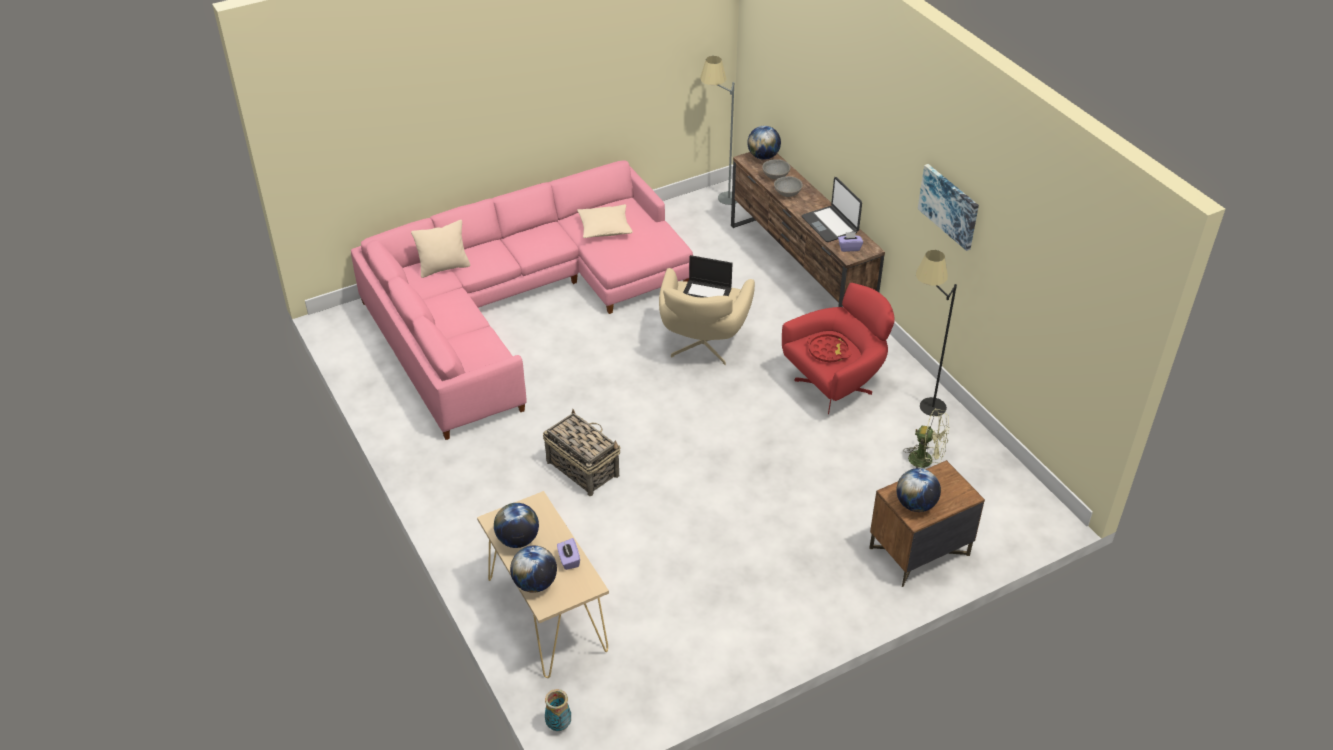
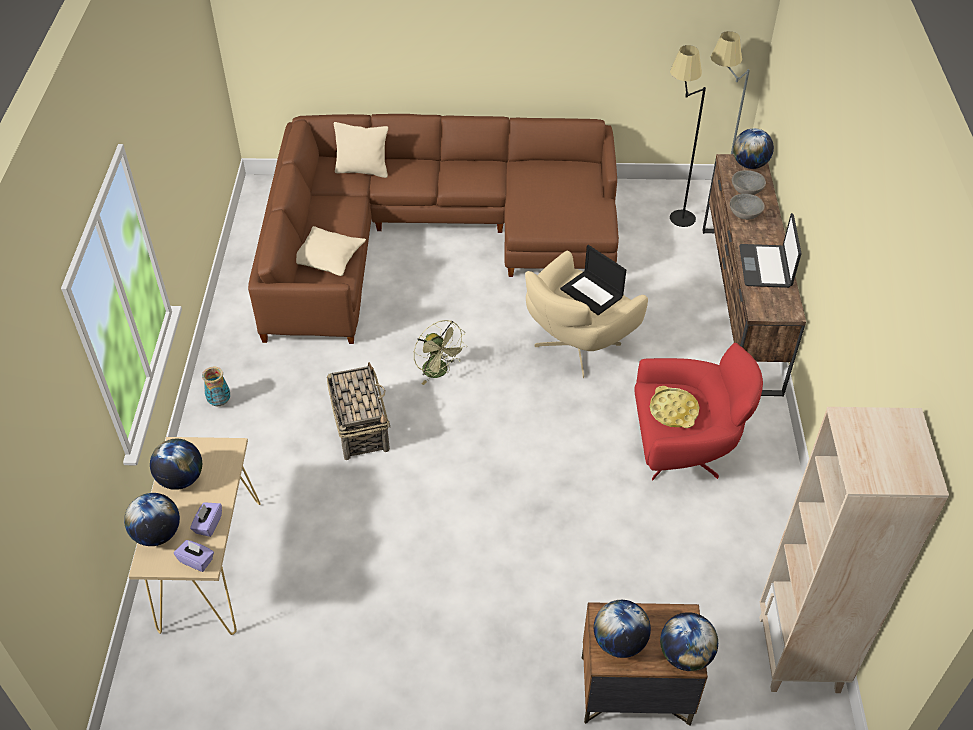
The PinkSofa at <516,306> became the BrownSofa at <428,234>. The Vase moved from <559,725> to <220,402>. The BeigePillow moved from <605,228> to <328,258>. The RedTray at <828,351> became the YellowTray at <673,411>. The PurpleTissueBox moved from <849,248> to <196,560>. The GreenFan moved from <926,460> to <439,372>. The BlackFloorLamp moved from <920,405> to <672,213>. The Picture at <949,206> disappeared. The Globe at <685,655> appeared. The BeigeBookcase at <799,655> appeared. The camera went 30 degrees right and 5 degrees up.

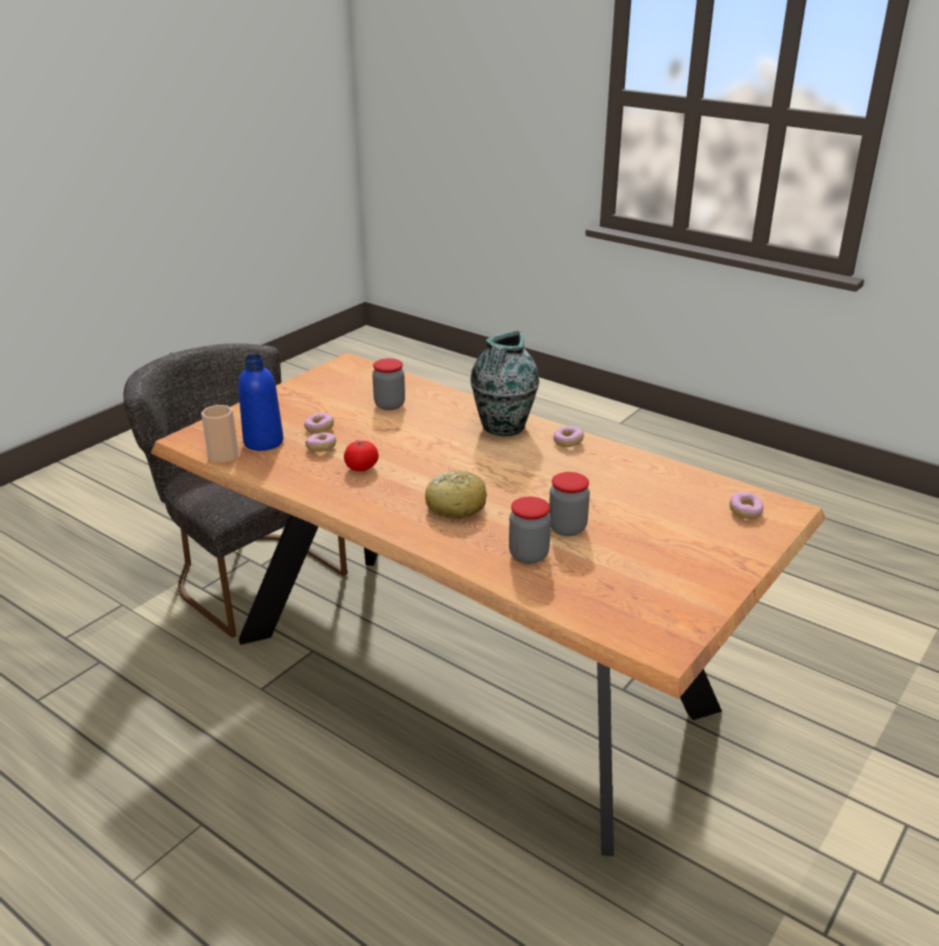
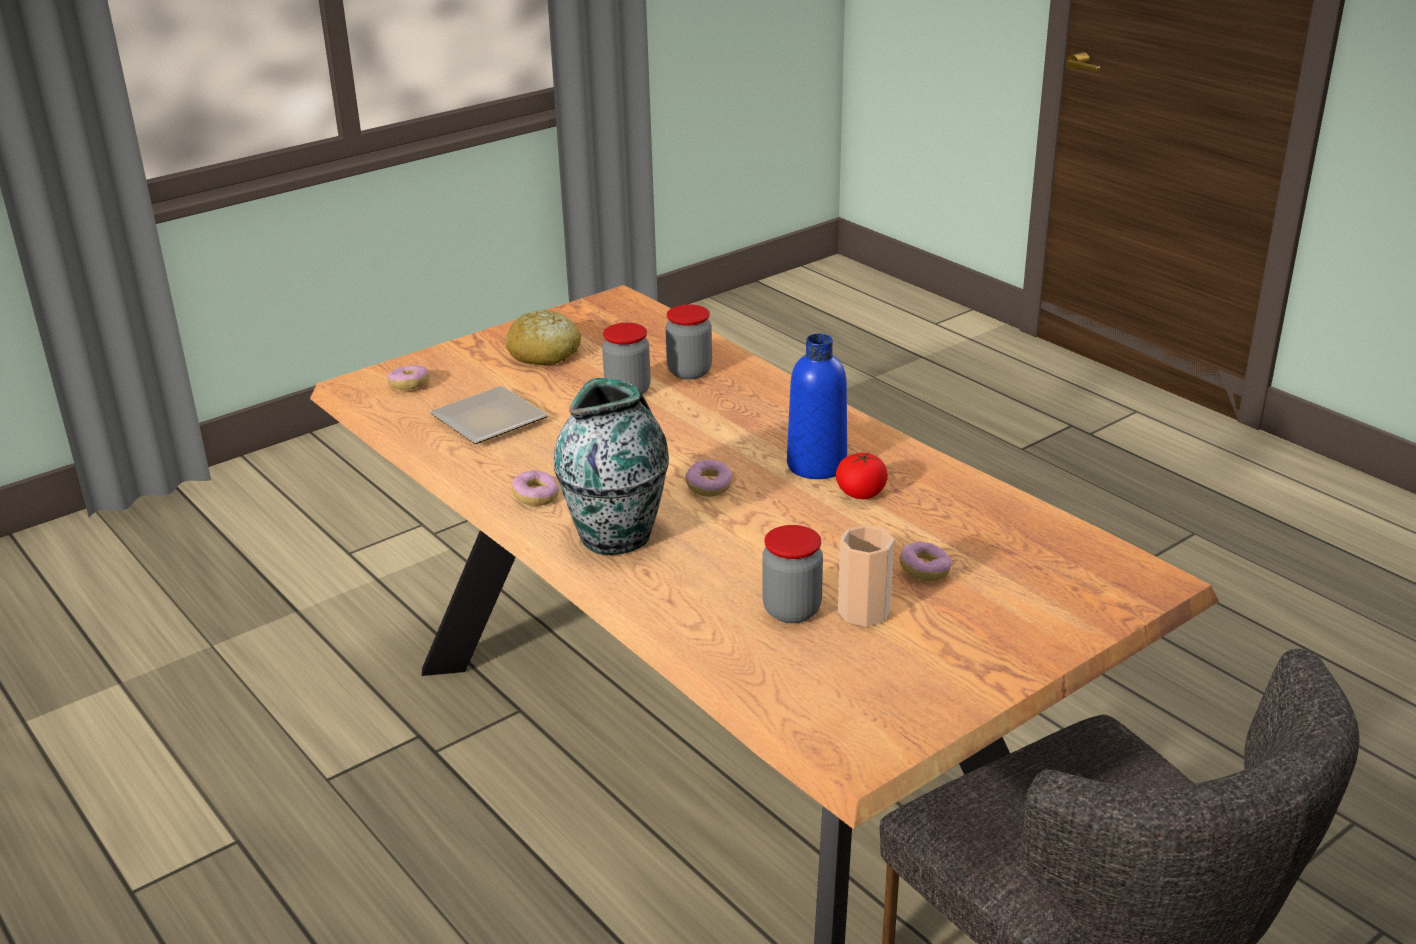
The Cup moved from <223,455> to <864,611>. The BlueBottle moved from <263,442> to <816,465>. The Donut moved from <321,448> to <709,487>. The Bread moved from <456,505> to <544,353>. The Plate at <485,420> appeared. The camera went 165 degrees left and 0 degrees up.

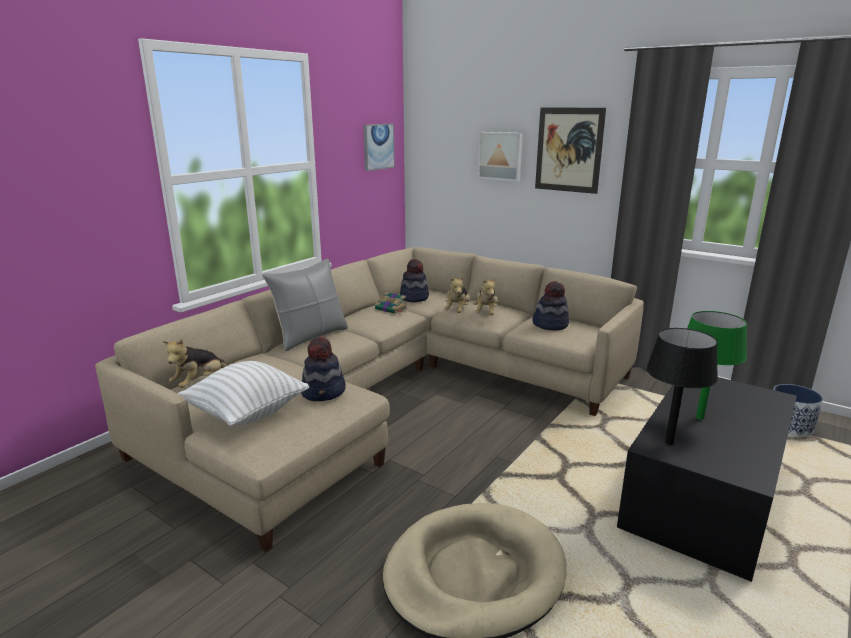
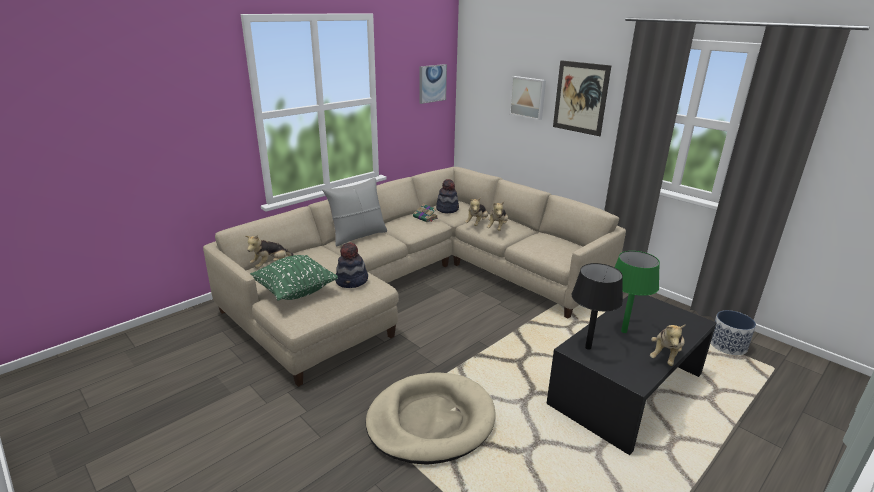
The WhitePillow at <247,413> became the GreenPillow at <295,291>. The Hat at <550,324> disappeared. The PlushToy at <665,356> appeared. The camera went 10 degrees right and 5 degrees up.

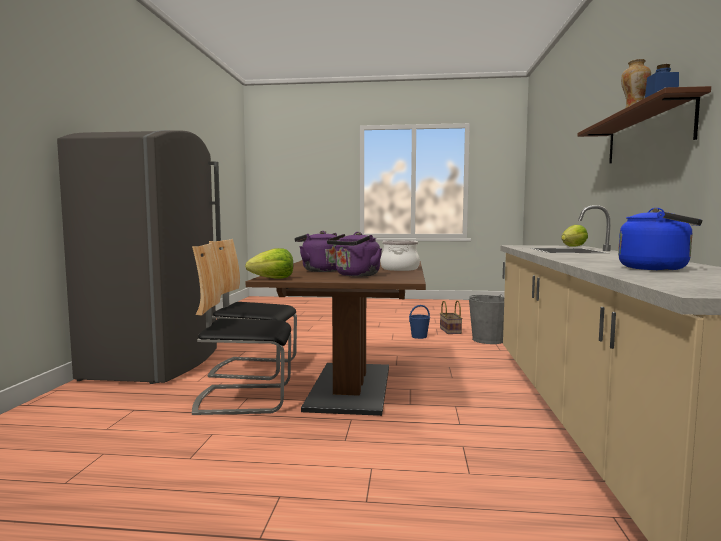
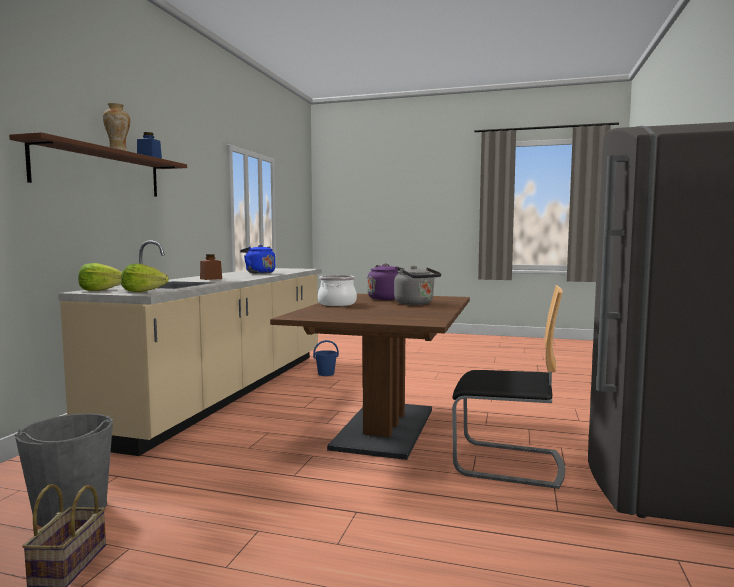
The Chair at <244,398> disappeared. The Lettuce moved from <273,278> to <143,291>. The PurpleKettle at <320,270> became the GreyKettle at <416,304>. The BlueBucket moved from <419,336> to <325,374>. The BrownJar at <211,279> appeared. The camera went 170 degrees left and 0 degrees up.

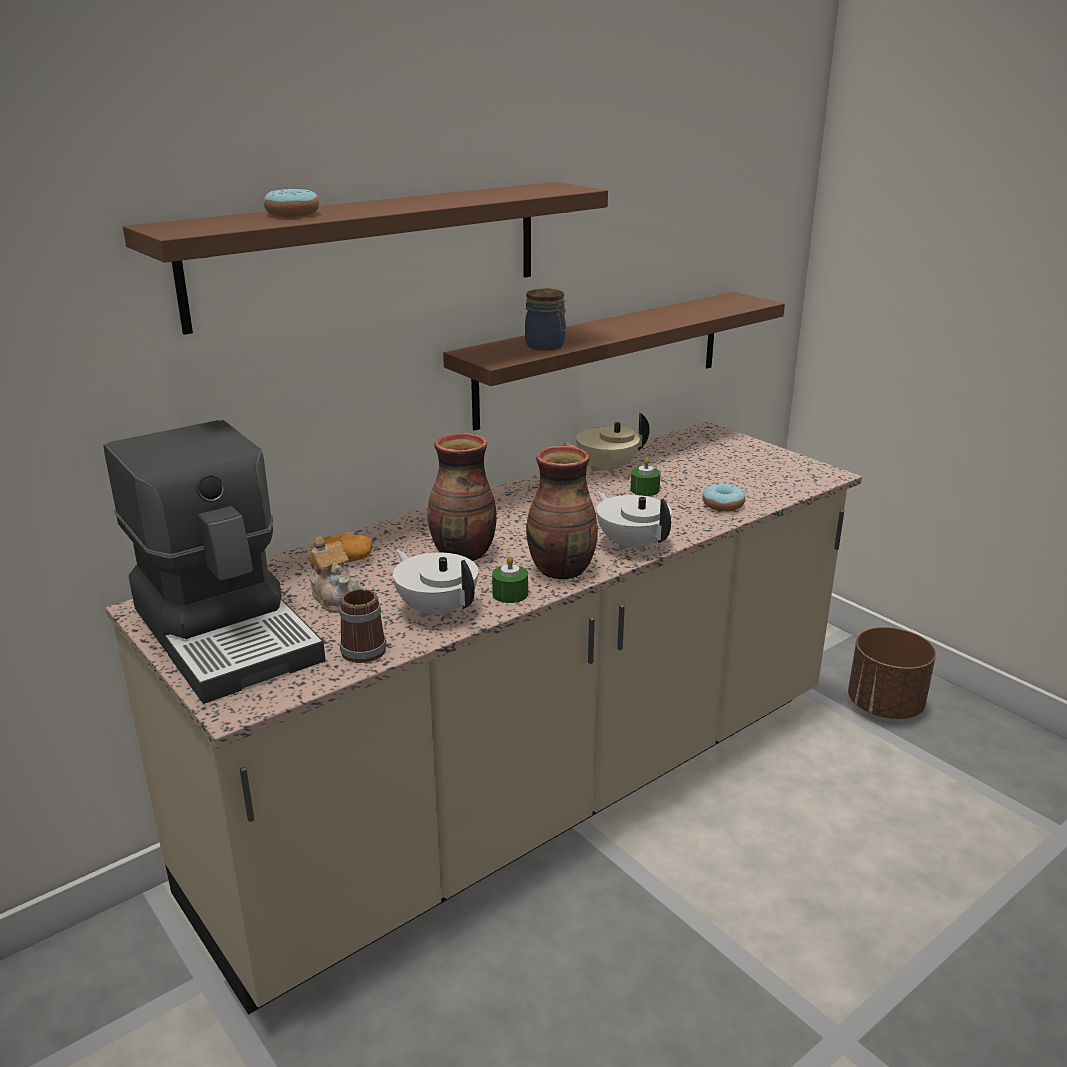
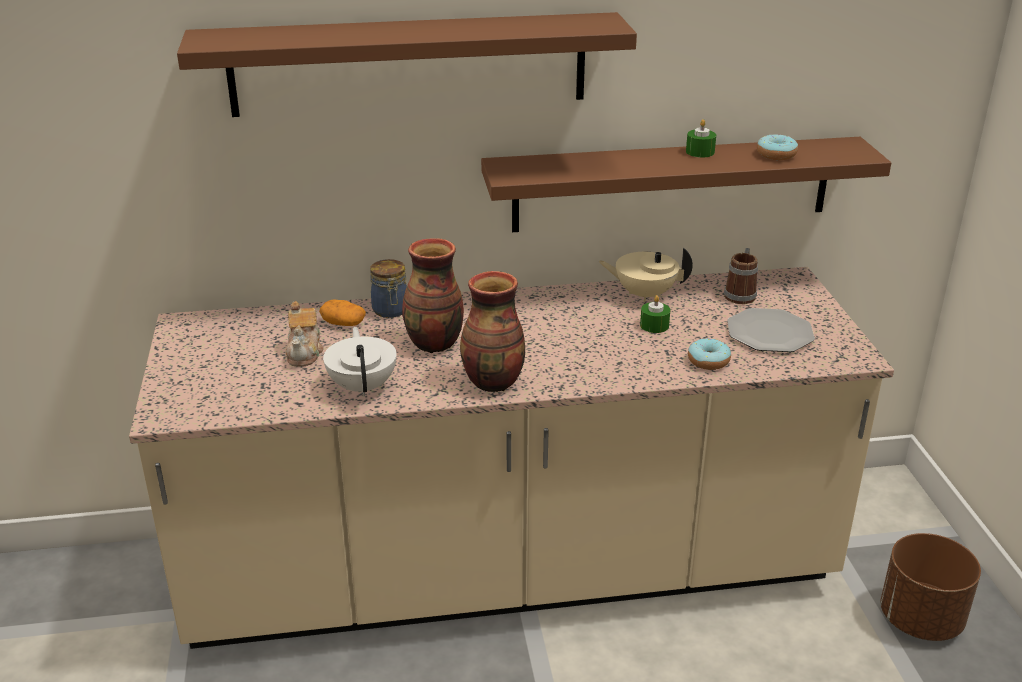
The CoffeeMachine at <228,632> disappeared. The Donut moved from <292,214> to <776,155>. The Mug moved from <363,646> to <740,293>. The GreenCandle moved from <510,594> to <700,152>. The Jar moved from <546,346> to <390,311>. The WhiteTeapot at <632,544> disappeared. The Plate at <769,333> appeared. The camera went 30 degrees right and 5 degrees up.

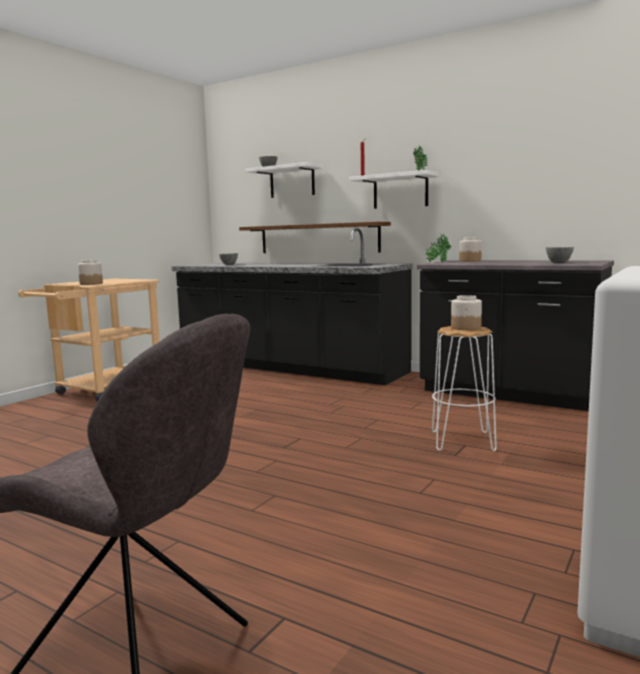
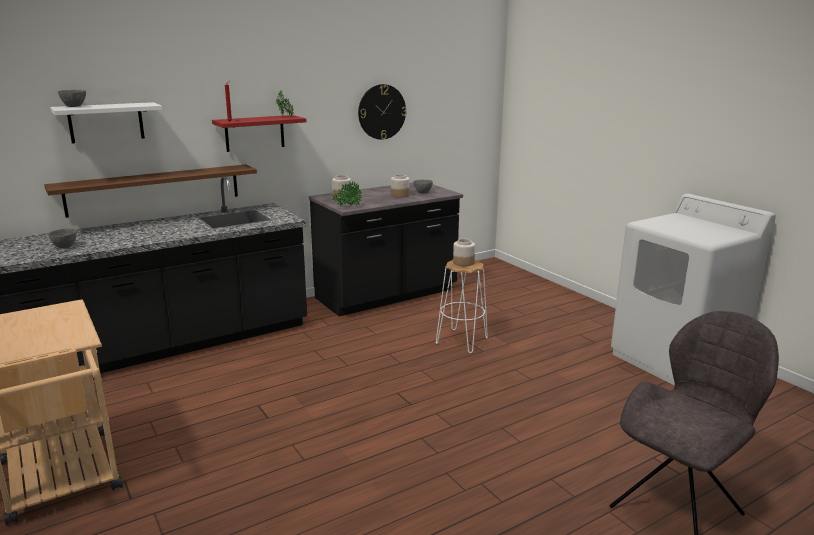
The Jar moved from <91,284> to <399,195>. The WhiteShelf at <400,191> became the RedShelf at <254,133>. The WallClock at <381,112> appeared. The camera went 65 degrees left and 10 degrees up.

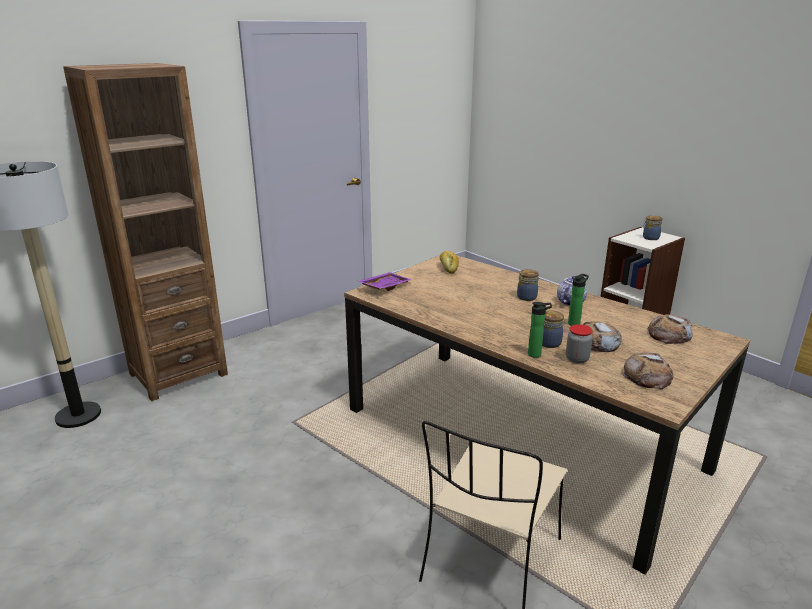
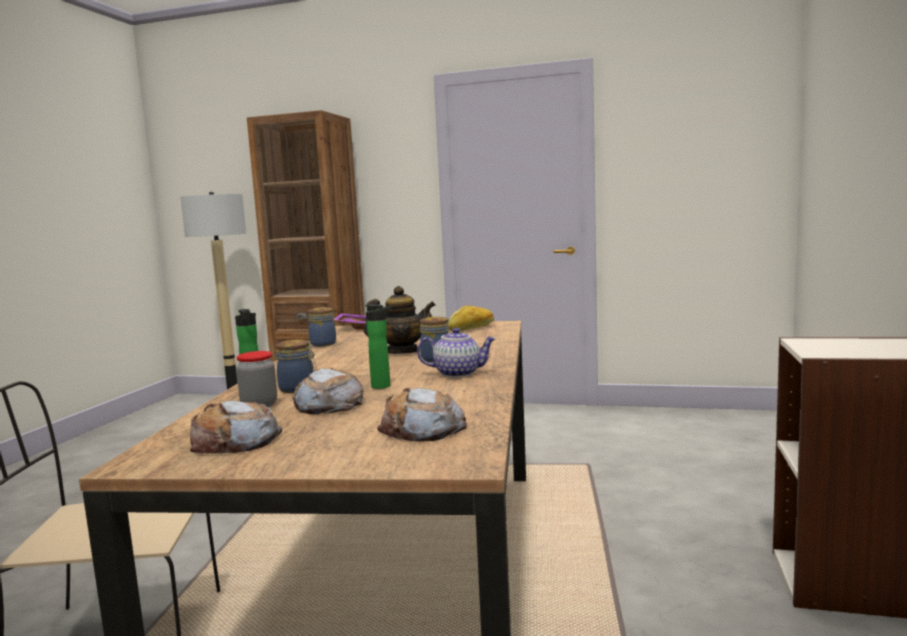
The Jar moved from <650,238> to <324,344>. The Teapot at <402,352> appeared. The camera went 55 degrees right and 15 degrees down.

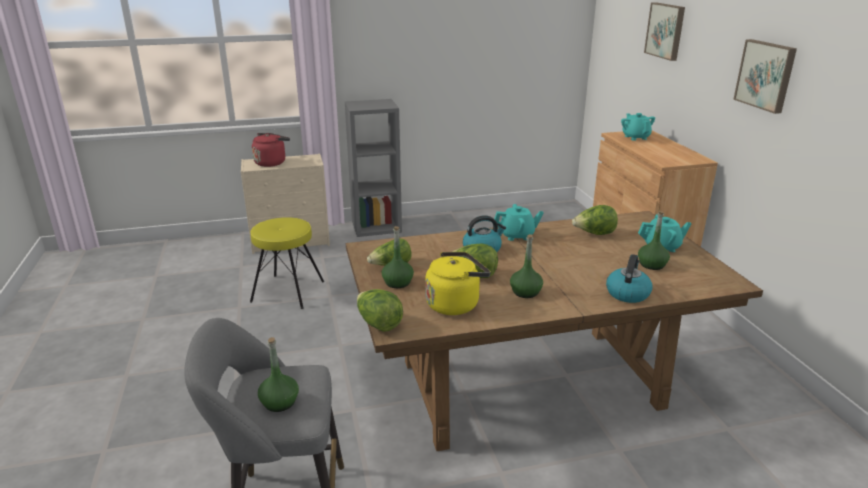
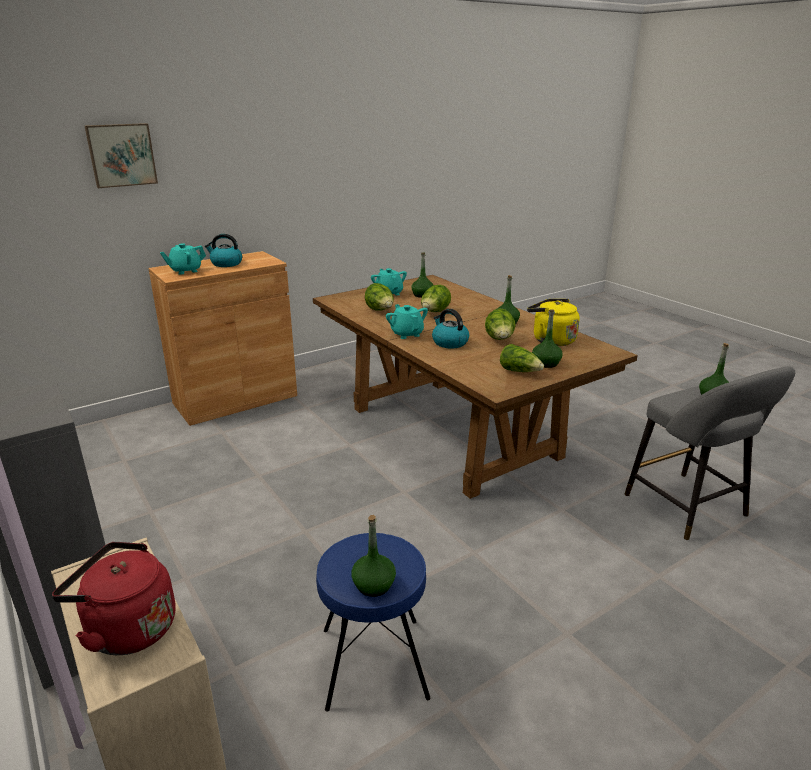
The YellowStool at <287,291> became the BlueStool at <374,662>. The Lettuce moved from <378,324> to <434,312>. The Kettle moved from <627,293> to <226,264>. The Picture at <766,75> disappeared. The GreenBottle at <373,585> appeared. The camera went 110 degrees left and 0 degrees up.

